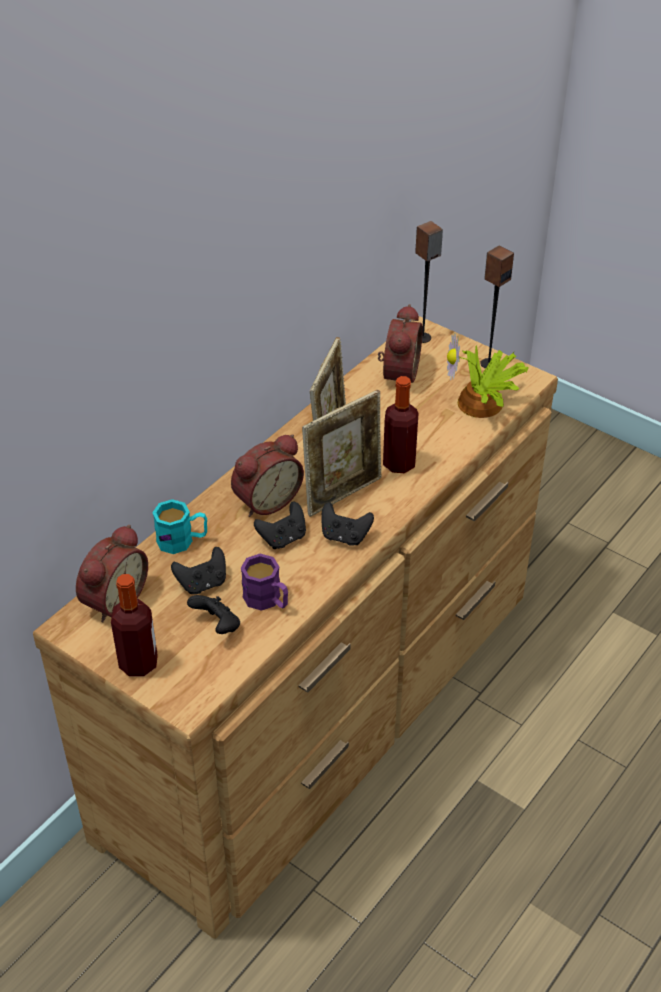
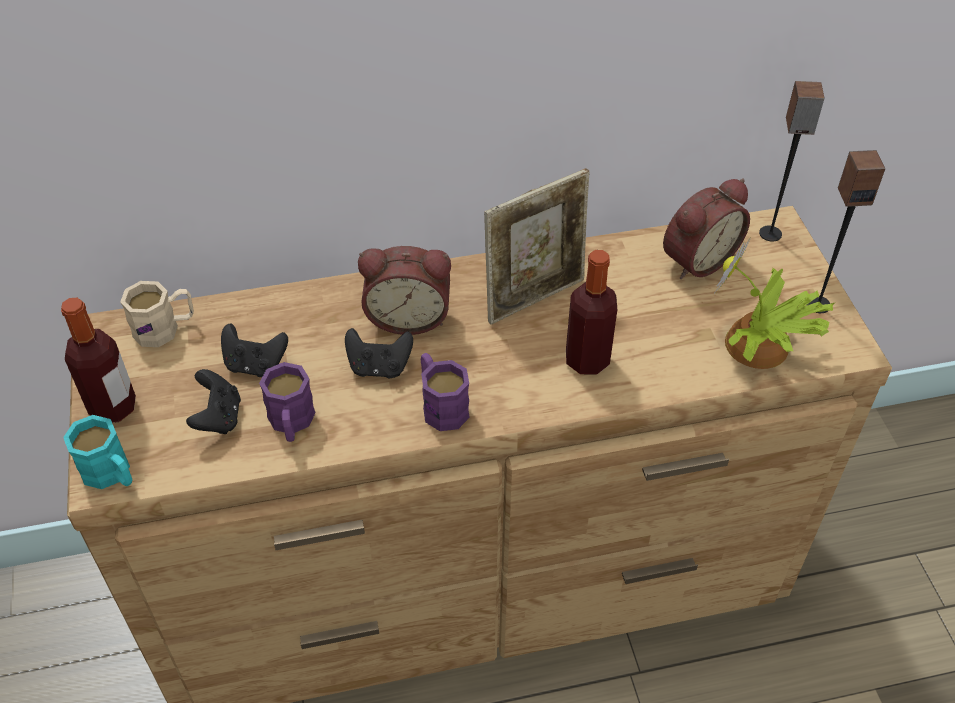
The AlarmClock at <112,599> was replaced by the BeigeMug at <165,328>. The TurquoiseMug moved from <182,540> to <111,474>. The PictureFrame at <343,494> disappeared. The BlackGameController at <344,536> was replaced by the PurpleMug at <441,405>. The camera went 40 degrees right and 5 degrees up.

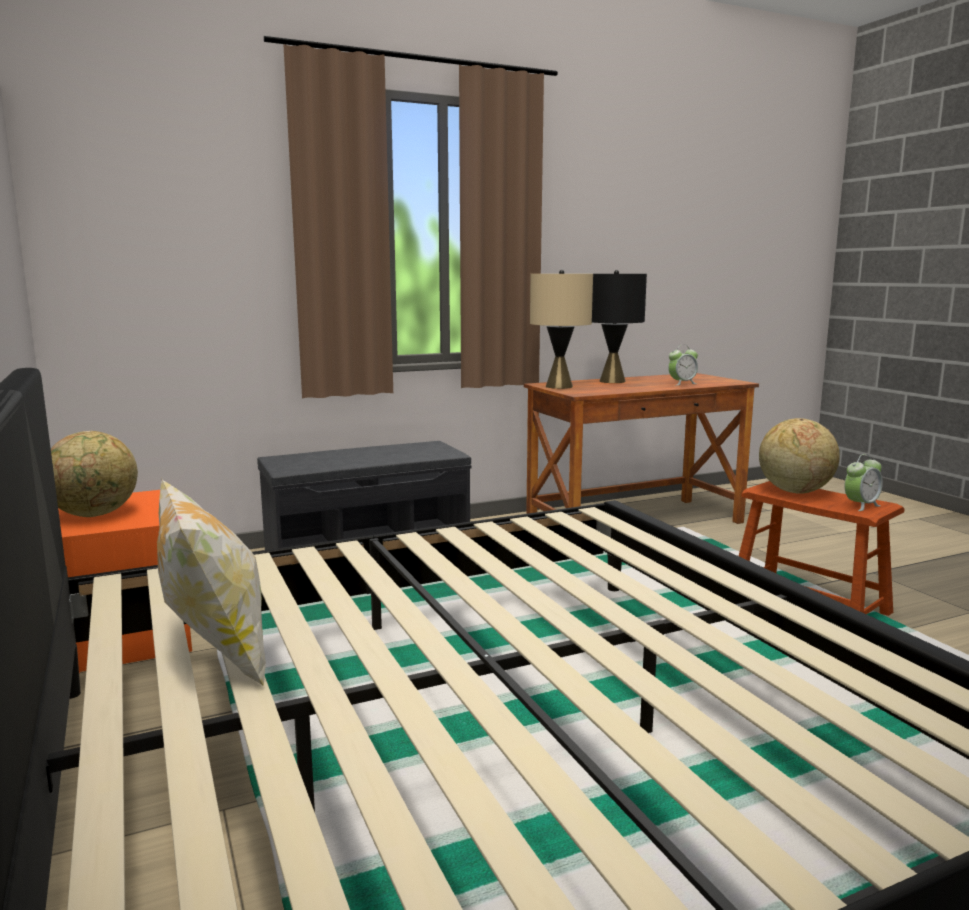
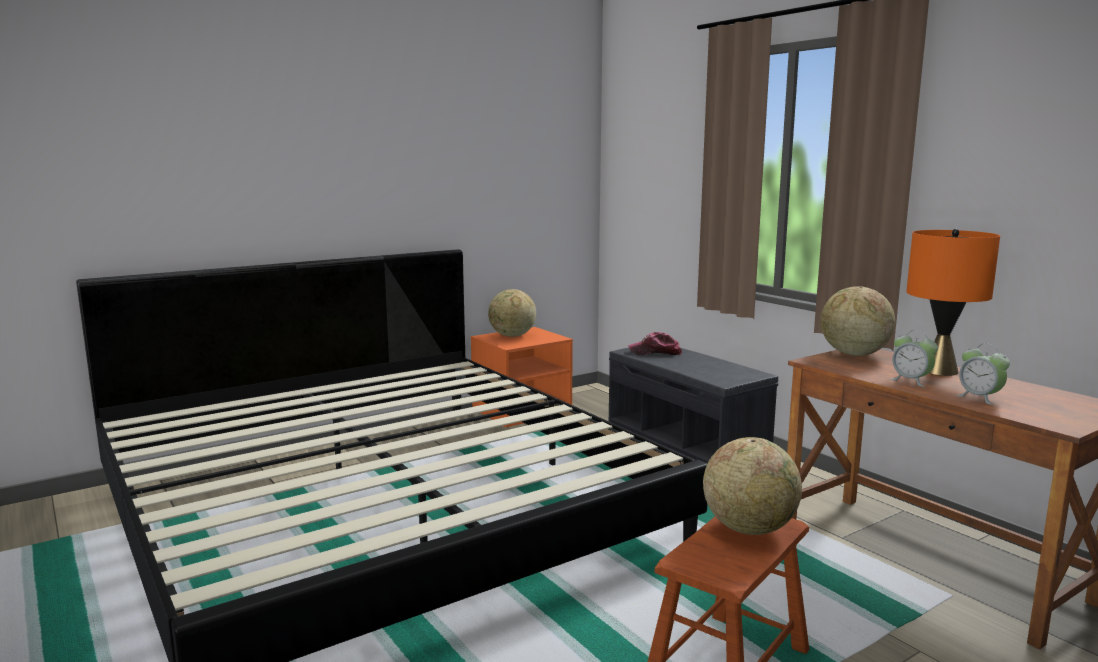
The Pillow at <217,654> disappeared. The BeigeTableLamp at <559,386> was replaced by the Globe at <853,354>. The BlackTableLamp at <612,381> became the OrangeTableLamp at <939,370>. The AlarmClock moved from <861,506> to <911,381>. The Cap at <655,352> appeared. The camera went 80 degrees right and 0 degrees up.

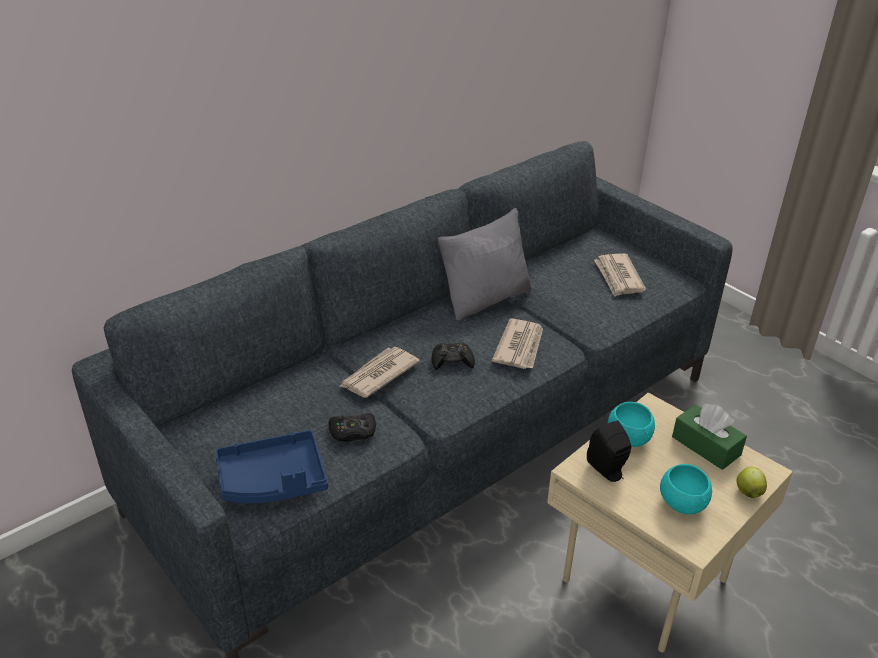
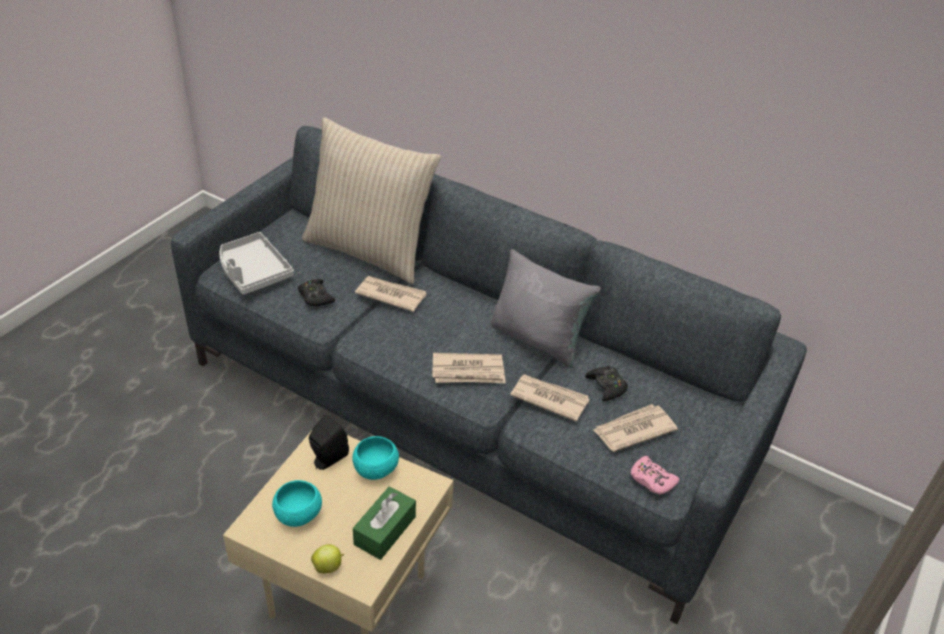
The BlueTray at <273,480> became the GreyTray at <253,272>. The BlackGameController moved from <452,361> to <606,386>. The BeigePillow at <369,250> appeared. The Newspaper at <549,398> appeared. The PinkGameController at <651,480> appeared. The camera went 70 degrees right and 5 degrees up.

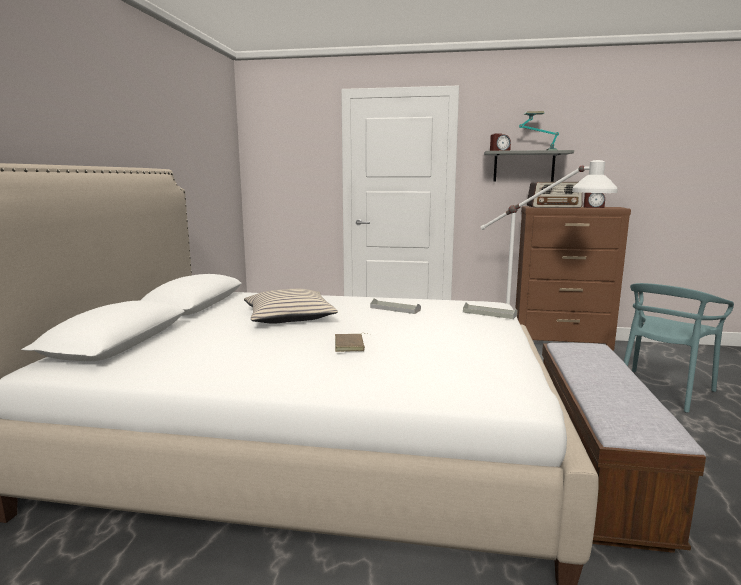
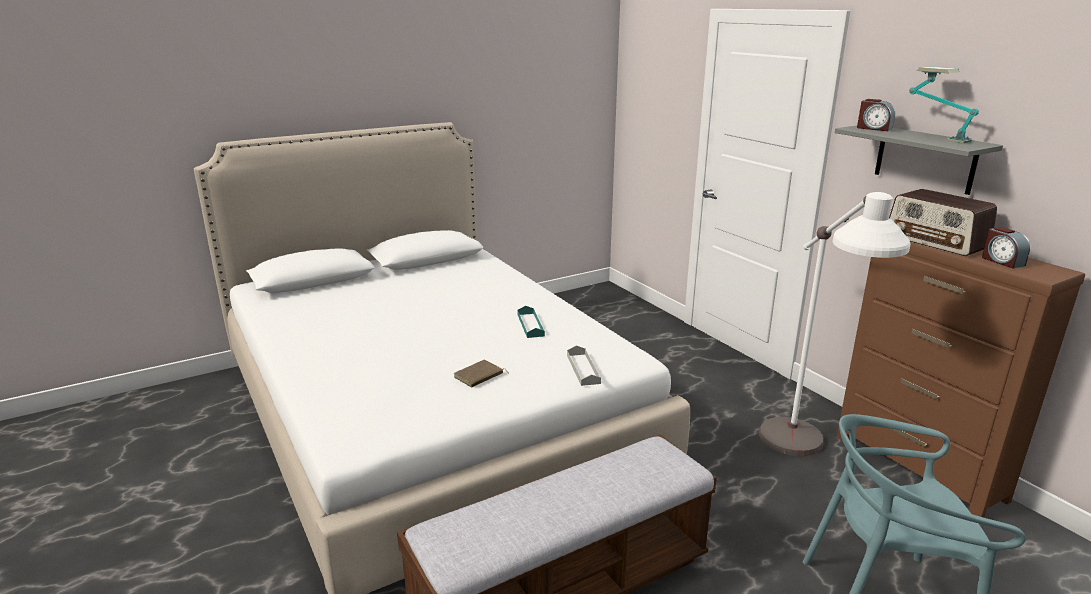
The BeigePillow at <289,317> disappeared. The BrownBook moved from <350,345> to <479,376>. The GreyTray at <395,309> became the TurquoiseTray at <530,325>. The camera went 50 degrees right and 10 degrees up.

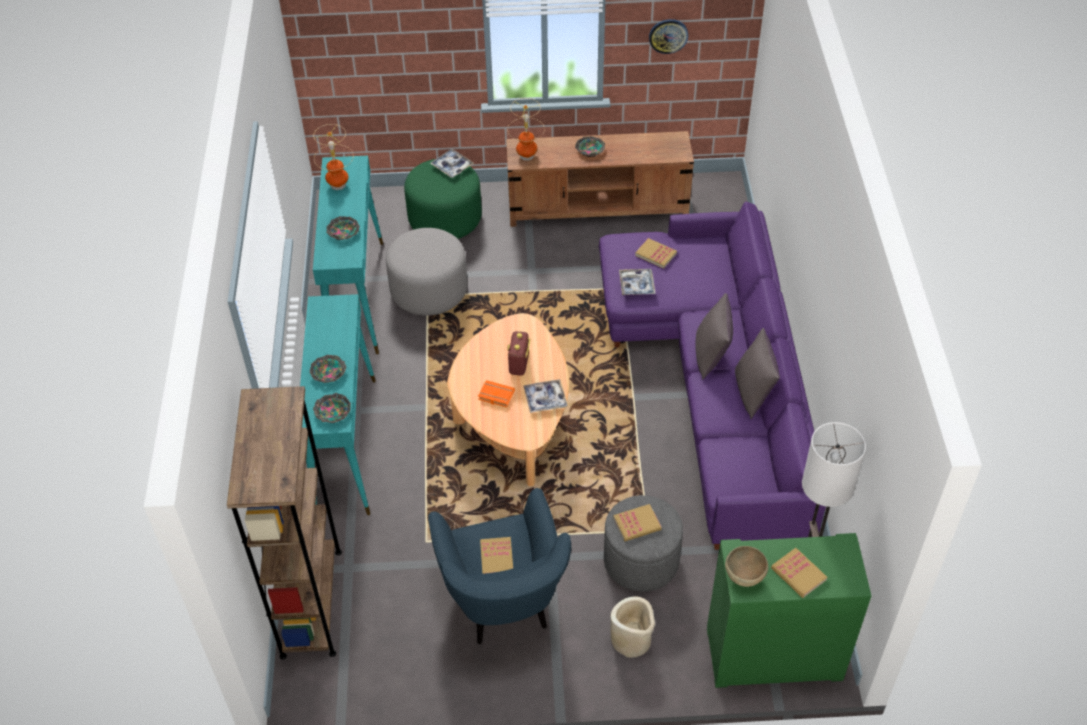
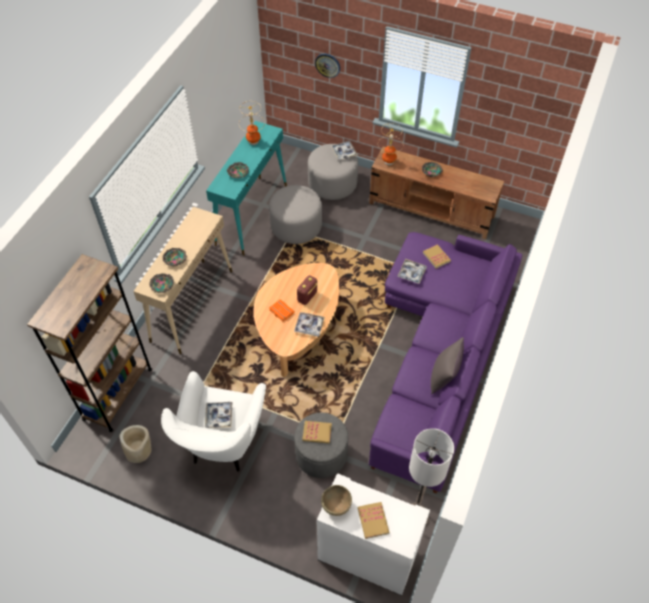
The TurquoiseConsoleTable at <345,445> became the BeigeConsoleTable at <192,305>. The GreenOttoman at <445,218> became the GreyOttoman at <332,184>. The BlueArmchair at <503,605> became the WhiteArmchair at <223,445>. The Book at <496,557> was replaced by the Tray at <219,416>. The BeigePlanter moved from <632,639> to <139,451>. The WallClock moved from <668,35> to <327,65>. The GreyPillow at <711,356> disappeared. The GreenCabinet at <773,655> became the WhiteCabinet at <366,556>. The camera went 25 degrees right and 5 degrees up.

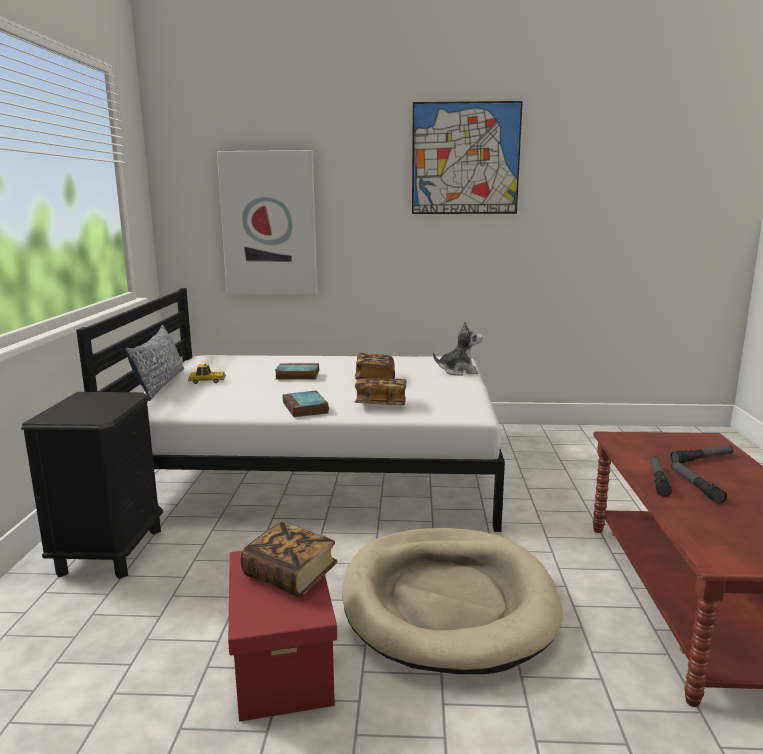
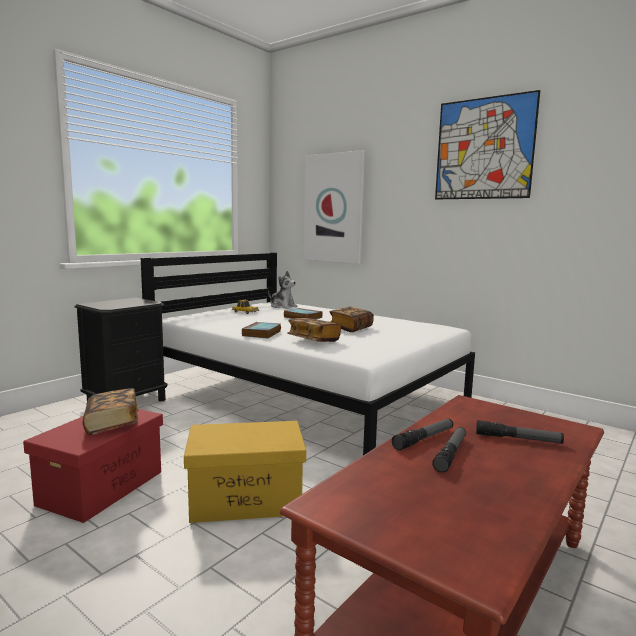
The Pillow at <160,384> disappeared. The BeigeDogBed at <448,602> was replaced by the YellowStorageBox at <247,499>. The PlushToy moved from <458,371> to <282,306>. The camera went 35 degrees right and 5 degrees down.

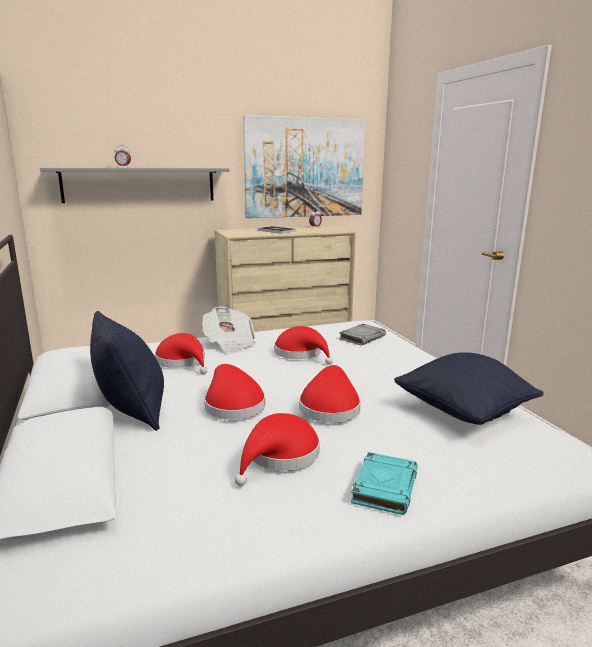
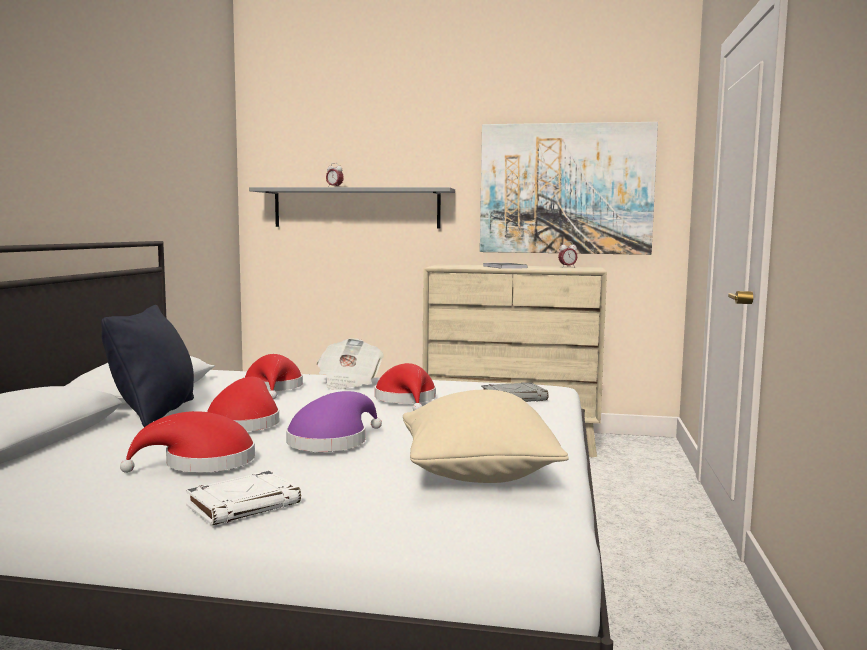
The RedHat at <329,407> became the PurpleHat at <331,441>. The TurquoiseBook at <384,487> became the WhiteBook at <244,504>. The BlackPillow at <463,413> became the BeigePillow at <477,476>. The camera went 30 degrees right and 10 degrees down.

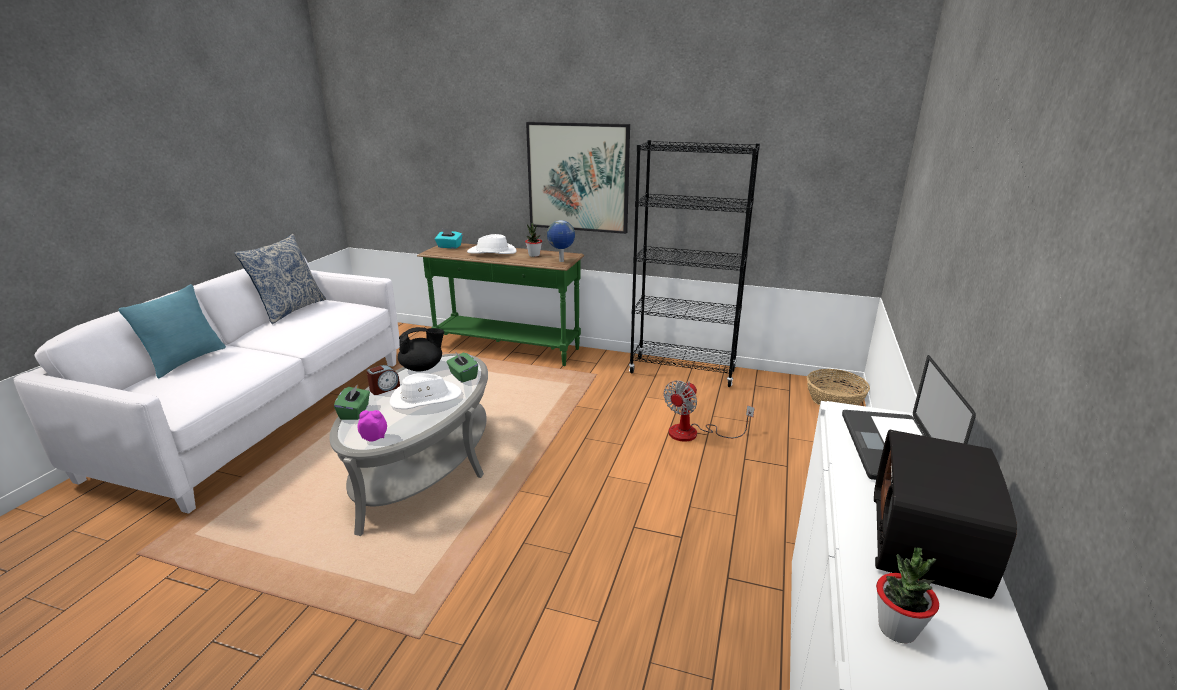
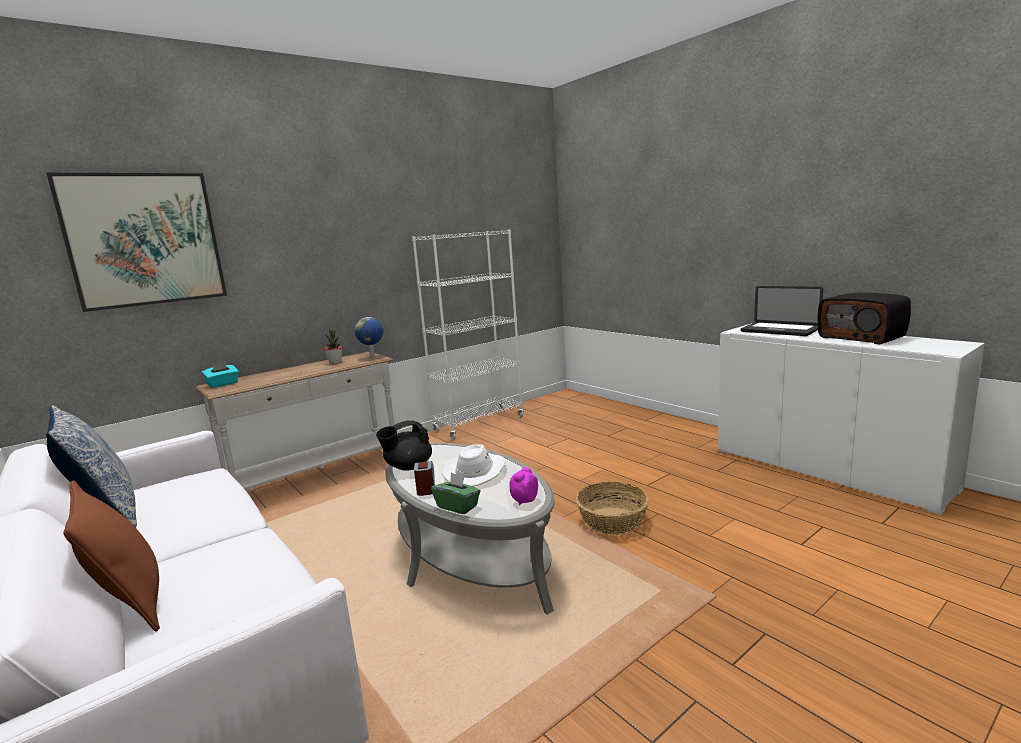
The TurquoisePillow at <186,361> became the BrownPillow at <131,604>. The BlackTeapot at <423,368> turned 135 degrees counterclockwise. The GreenConsoleTable at <506,349> became the WhiteConsoleTable at <317,478>. The GreenTissueBox at <463,376> disappeared. The WhiteHat at <492,252> disappeared. The Picture moved from <578,177> to <144,240>. The BlackBookcase at <682,372> became the WhiteBookcase at <479,424>. The Fan at <694,433> disappeared. The Basket moved from <833,400> to <612,521>. The PottedPlant at <897,629> disappeared. The camera went 55 degrees left and 10 degrees down.

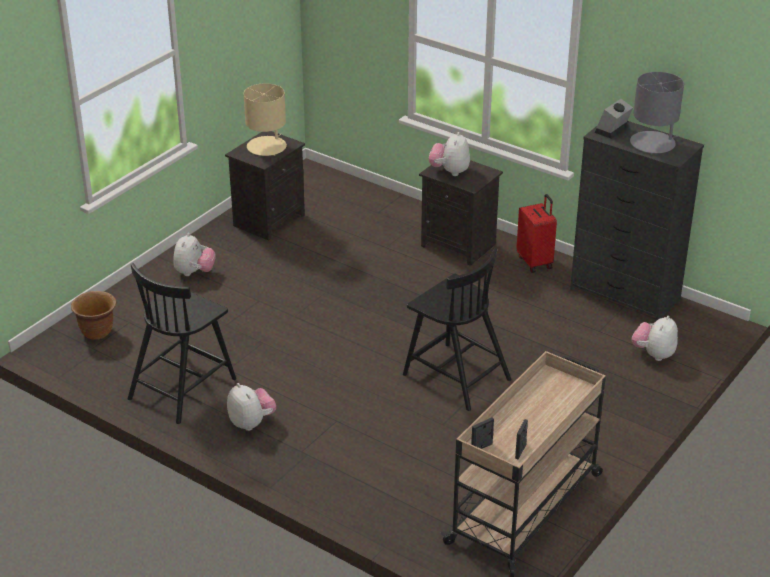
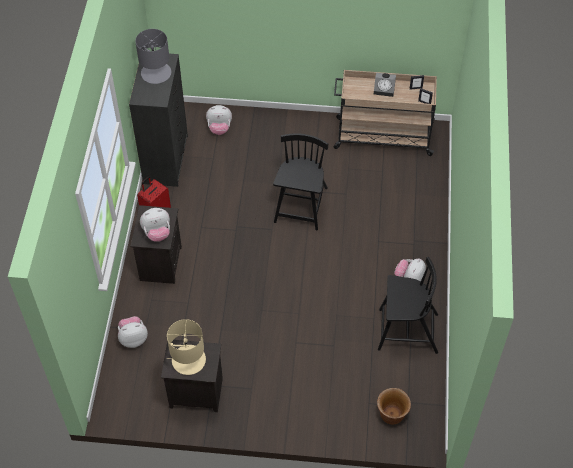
The PlushToy moved from <194,272> to <133,338>. The AlarmClock moved from <612,131> to <384,90>. The camera went 120 degrees left and 20 degrees up.

